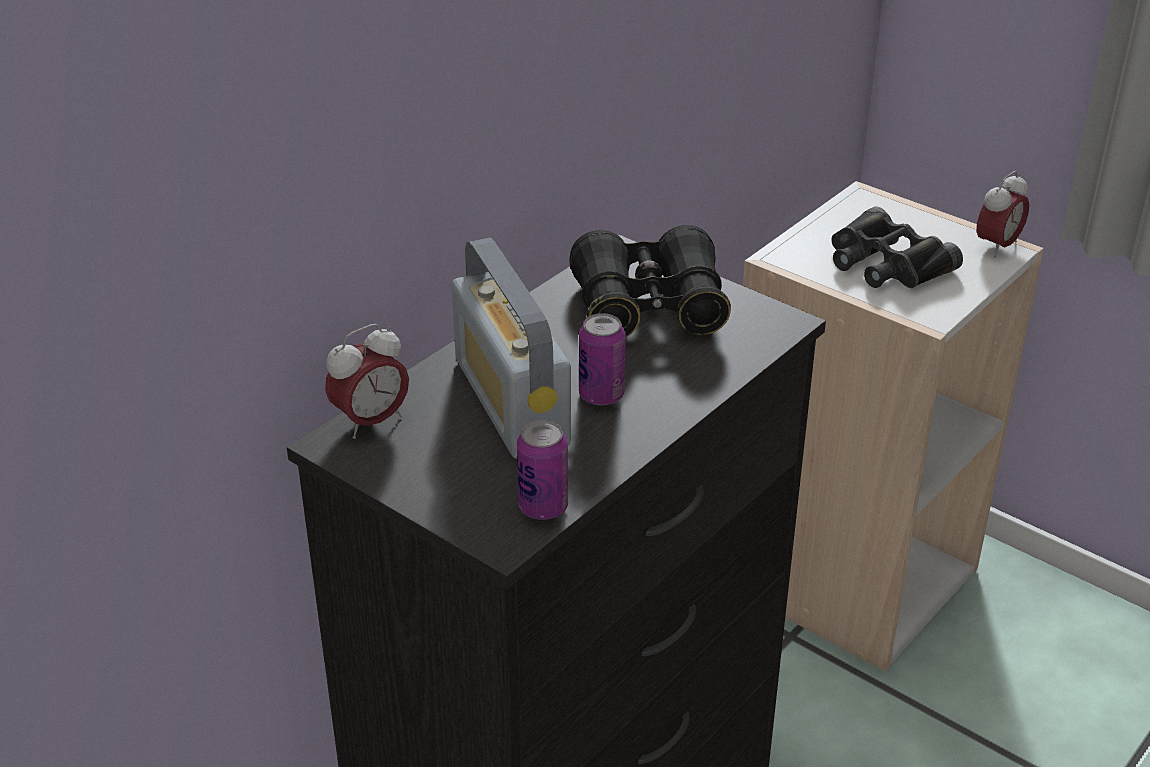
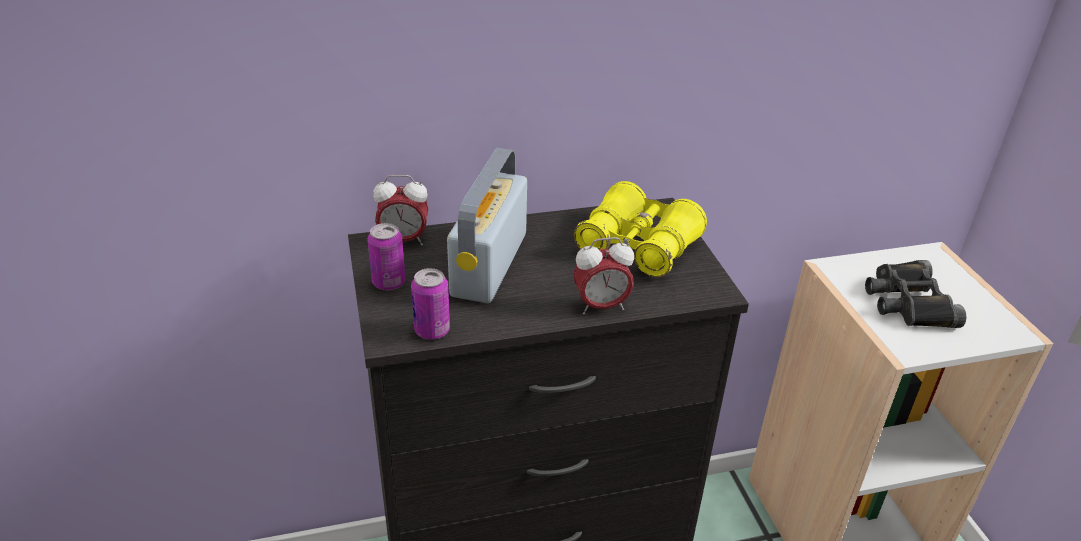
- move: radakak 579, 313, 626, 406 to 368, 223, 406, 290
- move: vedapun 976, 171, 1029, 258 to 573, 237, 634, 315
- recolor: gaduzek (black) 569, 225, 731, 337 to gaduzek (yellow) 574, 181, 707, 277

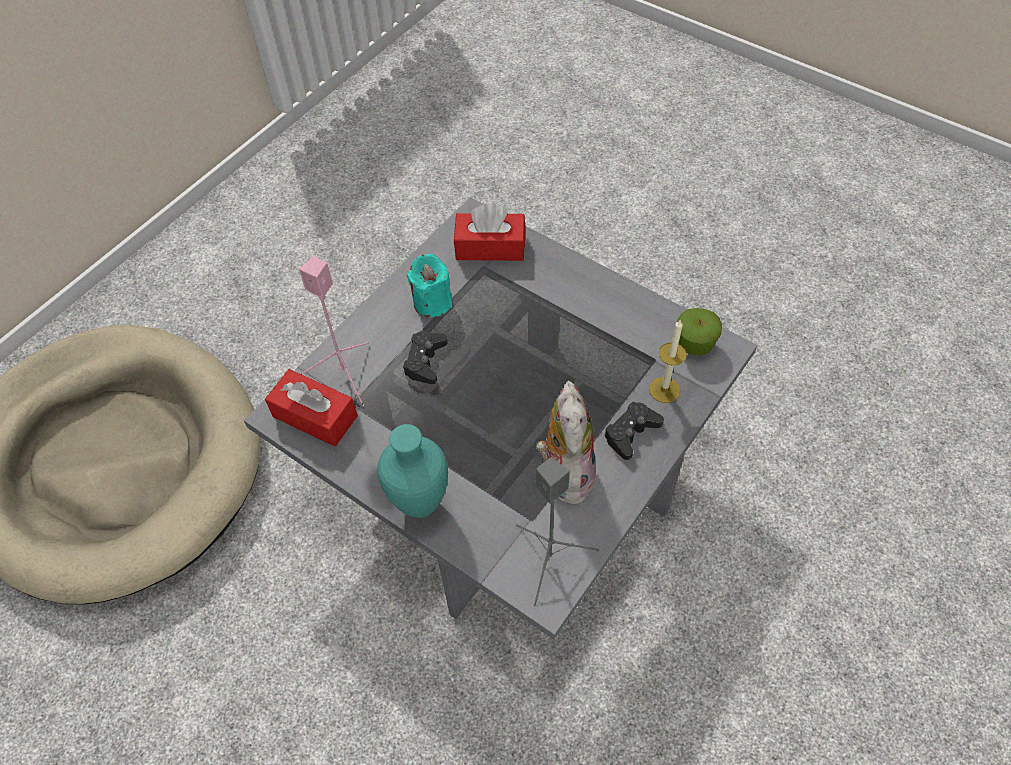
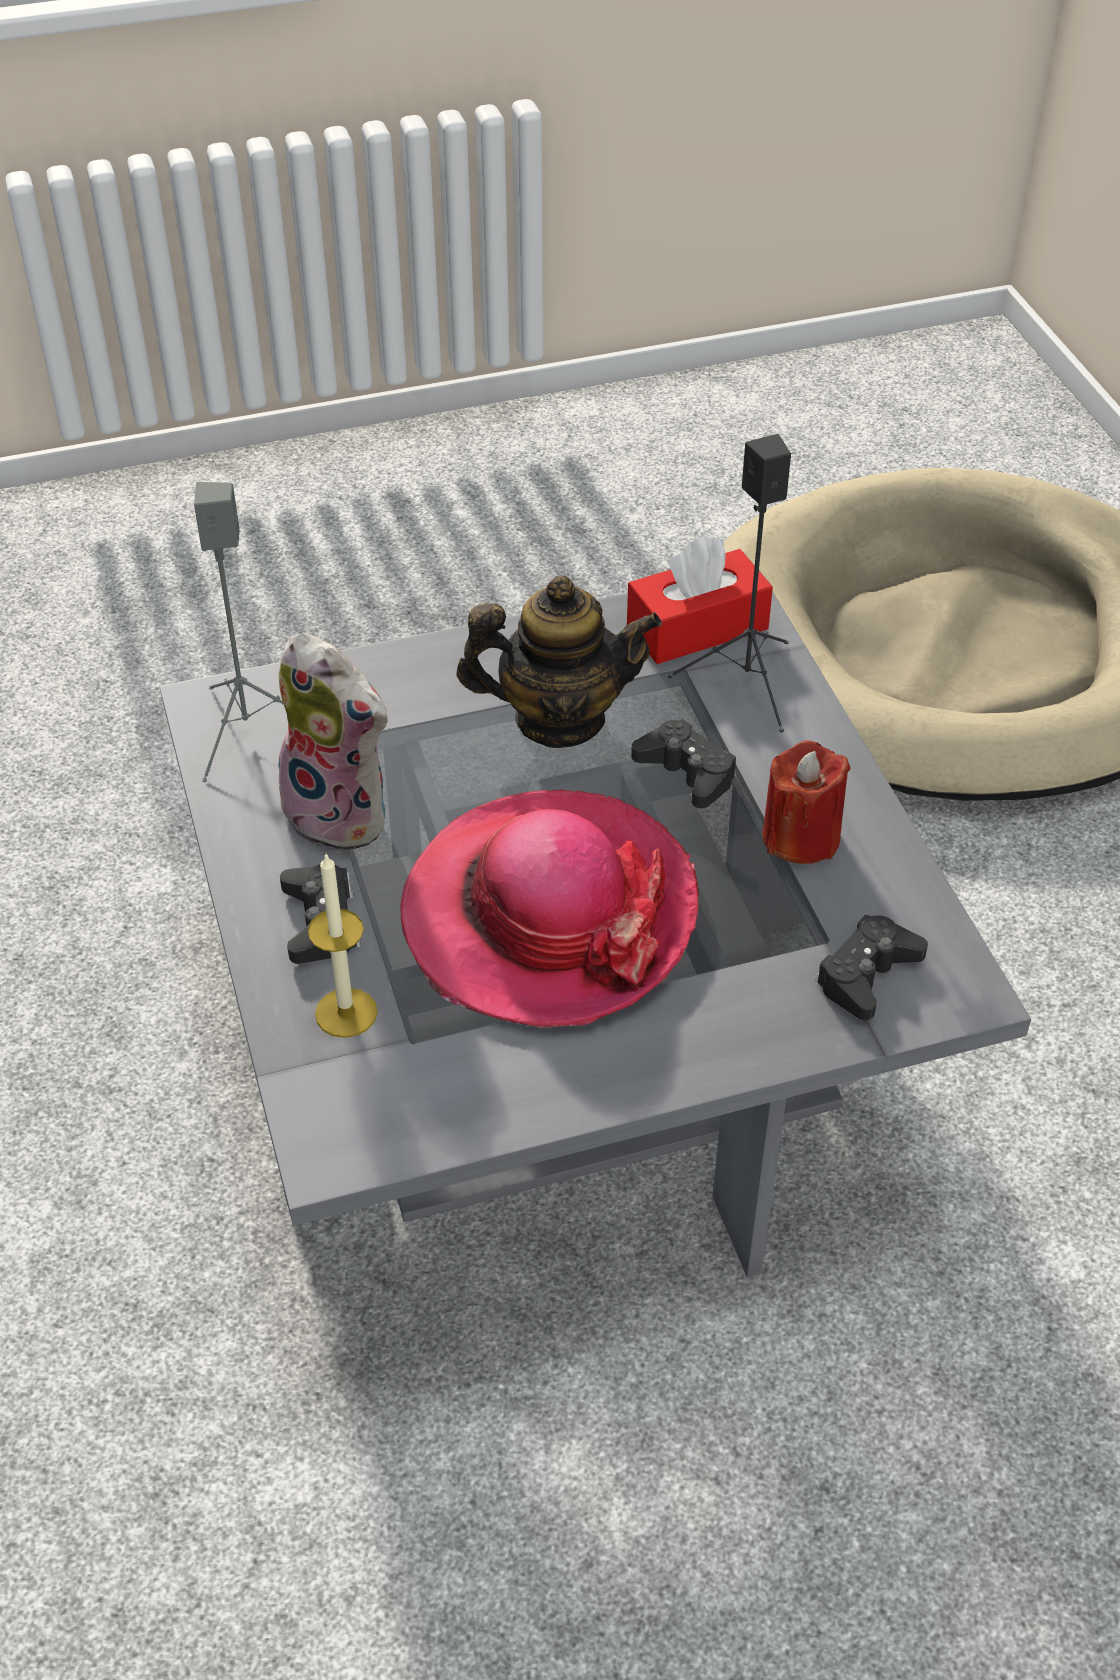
- insert: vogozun 400, 790, 699, 1028
- insert: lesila 457, 575, 662, 748
- recolor: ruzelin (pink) 299, 256, 370, 407 to ruzelin (black) 668, 434, 791, 733
- recolor: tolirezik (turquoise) 407, 254, 453, 318 to tolirezik (red) 762, 741, 851, 864
- replace: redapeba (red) 454, 203, 526, 261 to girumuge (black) 816, 915, 928, 1020
- delete: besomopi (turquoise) 377, 424, 448, 518
- delete: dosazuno 677, 308, 722, 356

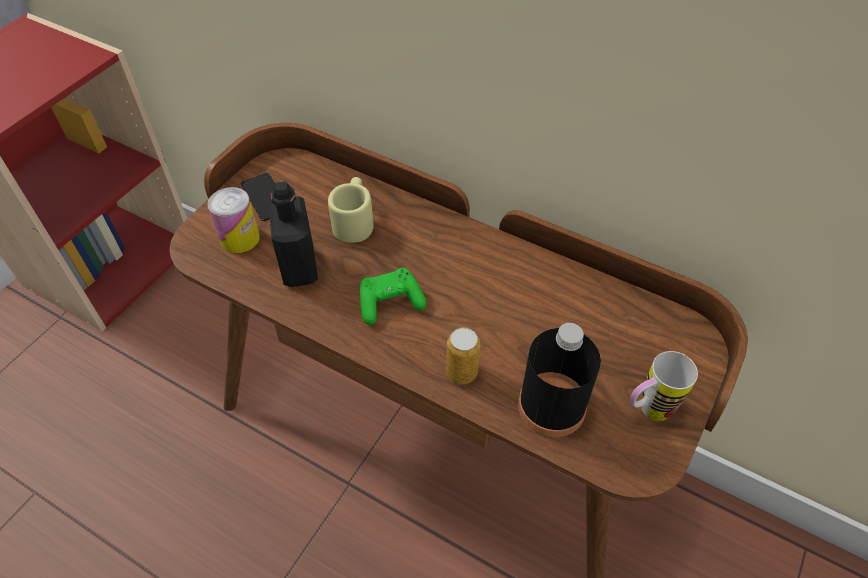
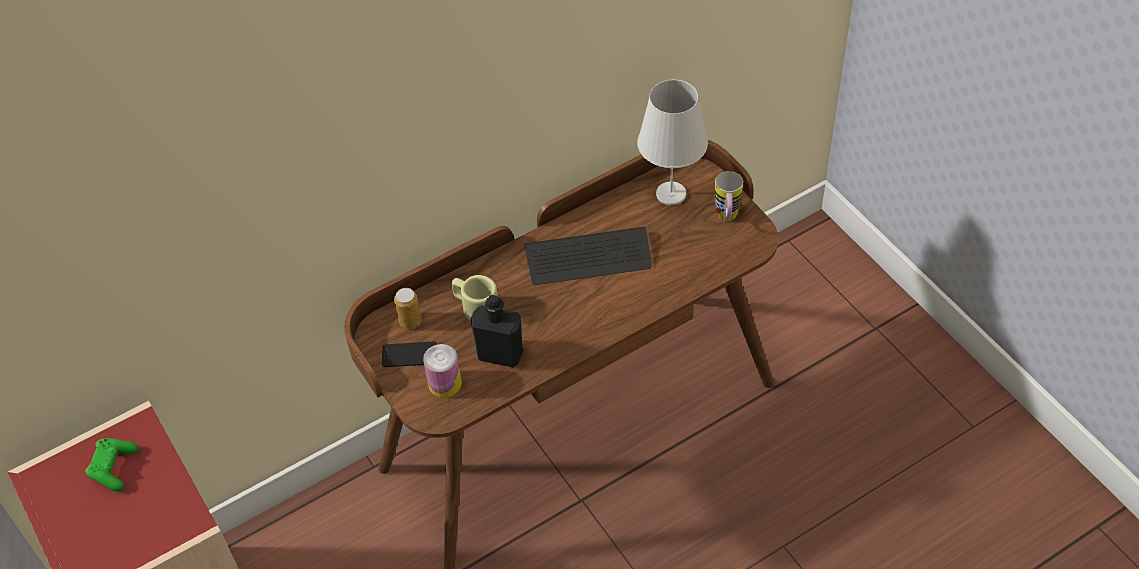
- move: girumuge (green) 360, 268, 427, 325 to 85, 438, 138, 491
- move: radakak 446, 328, 481, 384 to 394, 288, 421, 329
- insert: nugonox 524, 227, 652, 285
- insert: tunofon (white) 637, 80, 708, 205
- delete: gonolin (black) 518, 323, 601, 437

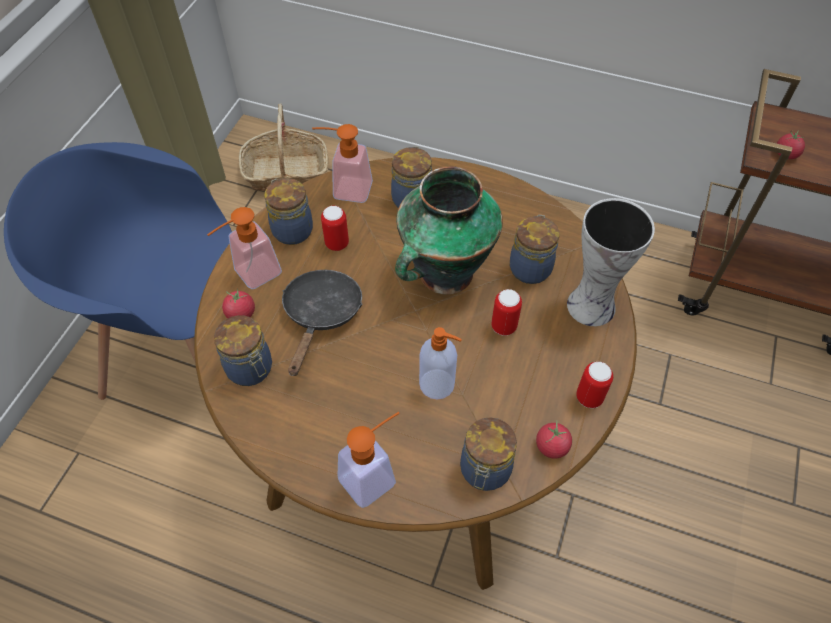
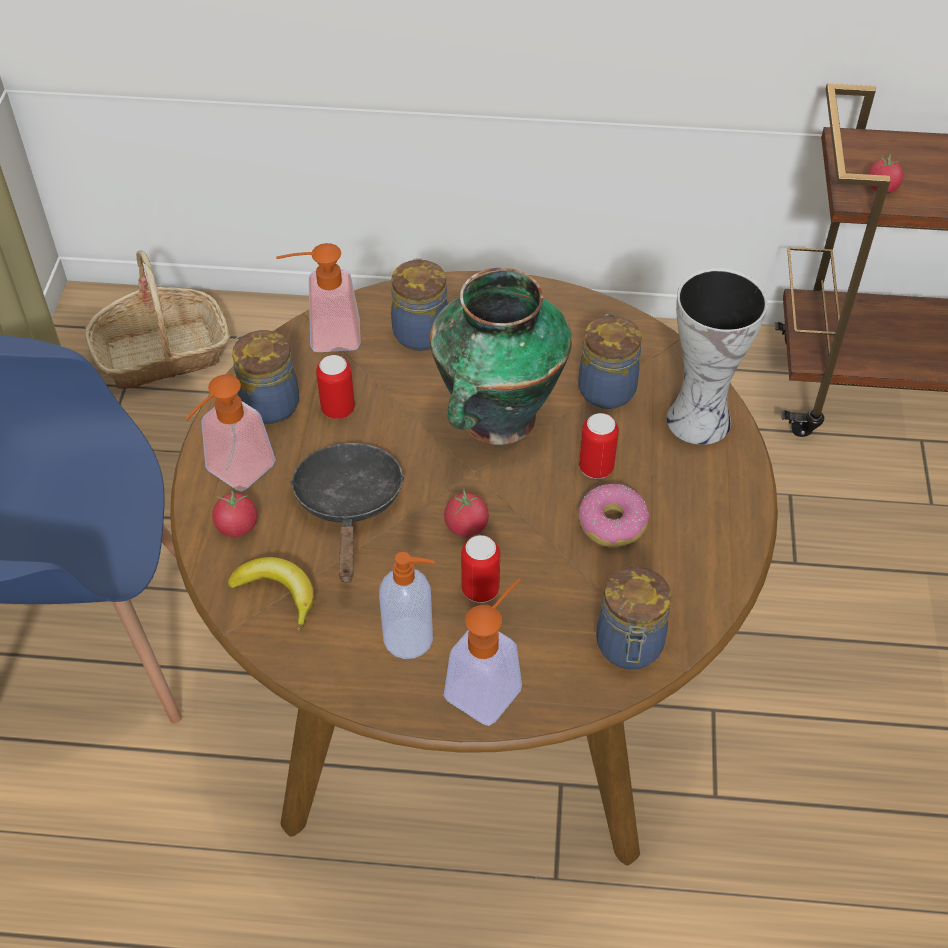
- replace: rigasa 214, 315, 272, 386 to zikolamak 228, 557, 314, 631
- move: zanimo 419, 327, 462, 400 to 379, 552, 435, 659
- move: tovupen 536, 421, 572, 459 to 444, 488, 489, 537
- move: radakak 576, 362, 613, 408 to 461, 535, 500, 603
- insert: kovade 578, 484, 650, 547

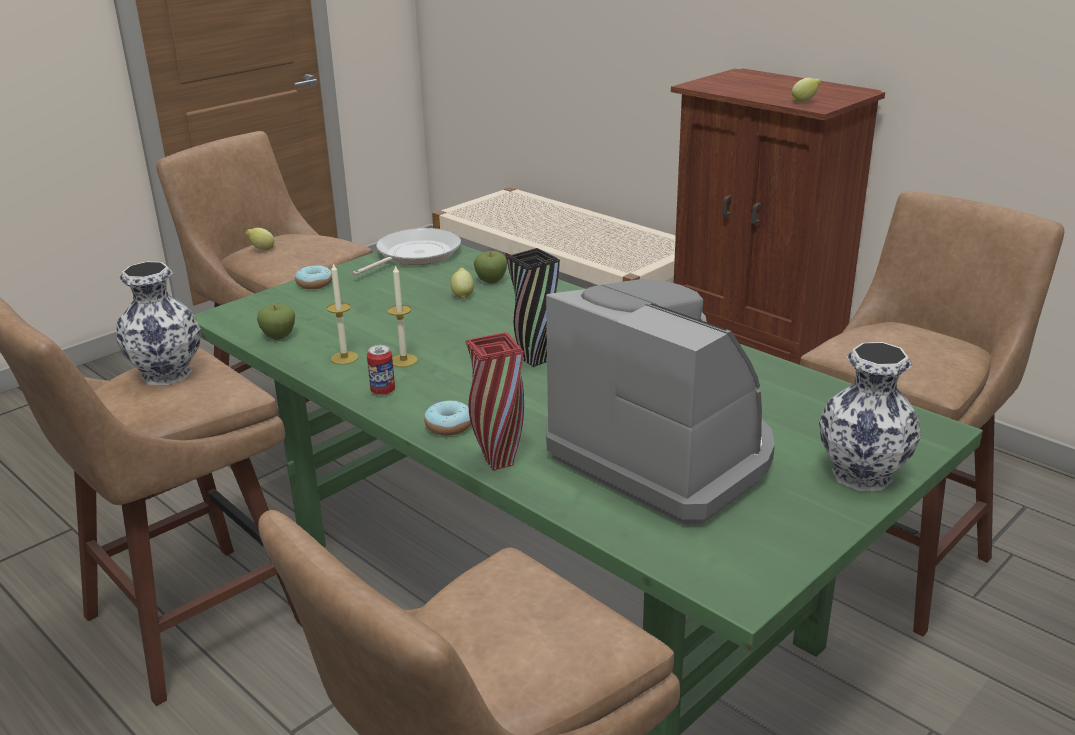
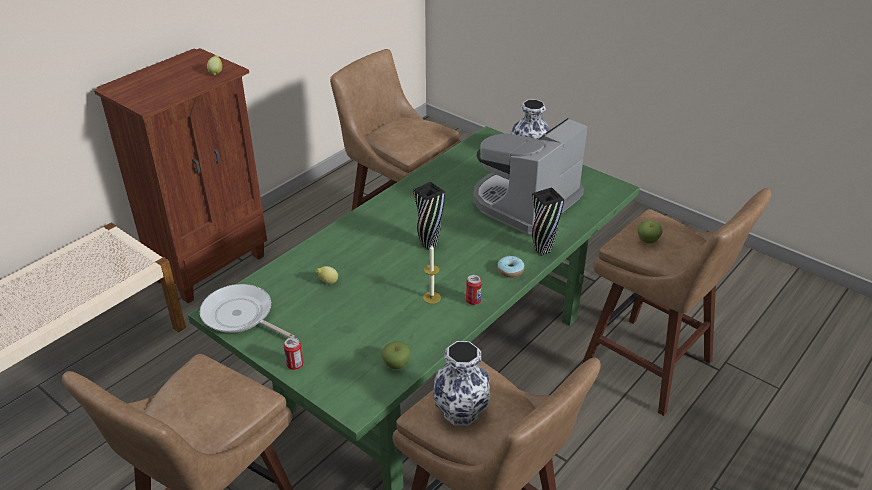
- replace: kovade 295, 265, 332, 289 to radakak 284, 337, 304, 370
- recolor: besomopi (red) 465, 332, 524, 470 to besomopi (black) 532, 187, 564, 256
- move: dosazuno 474, 251, 507, 284 to 637, 221, 662, 244
- delete: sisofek 246, 228, 274, 251
- delete: tolirezik 327, 262, 358, 365

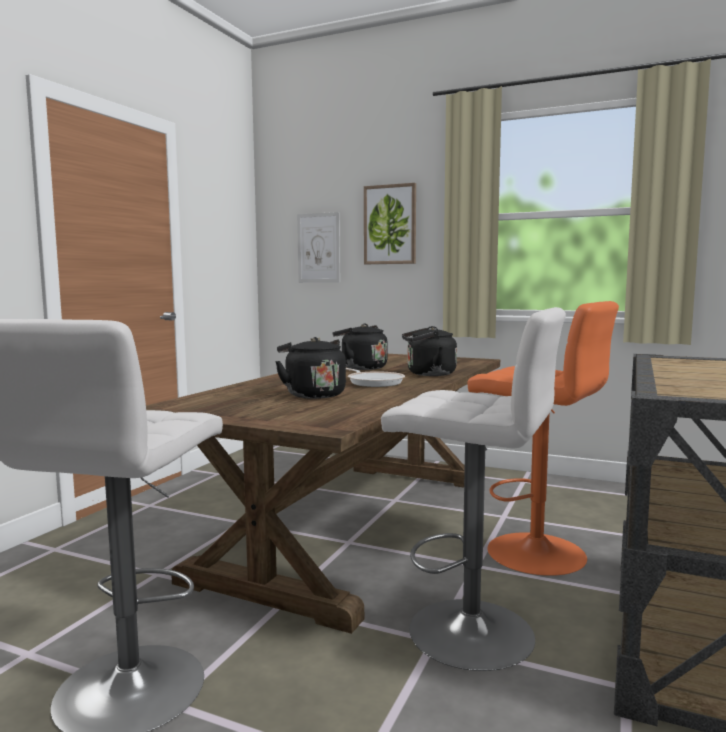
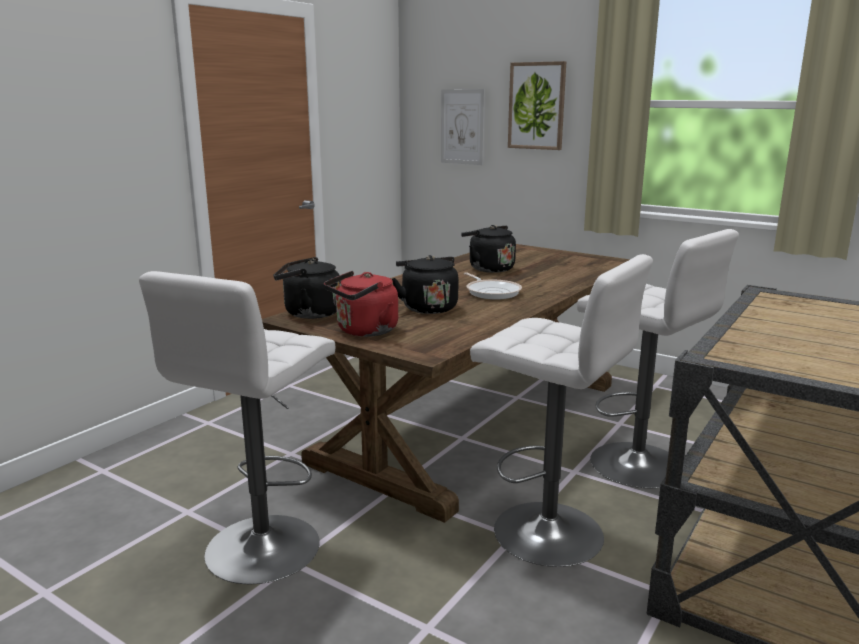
- move: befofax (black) 402, 326, 457, 376 to 273, 257, 341, 319
- insert: befofax (red) 324, 271, 398, 337
- recolor: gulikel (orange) 467, 301, 619, 576 to gulikel (white) 577, 229, 739, 488

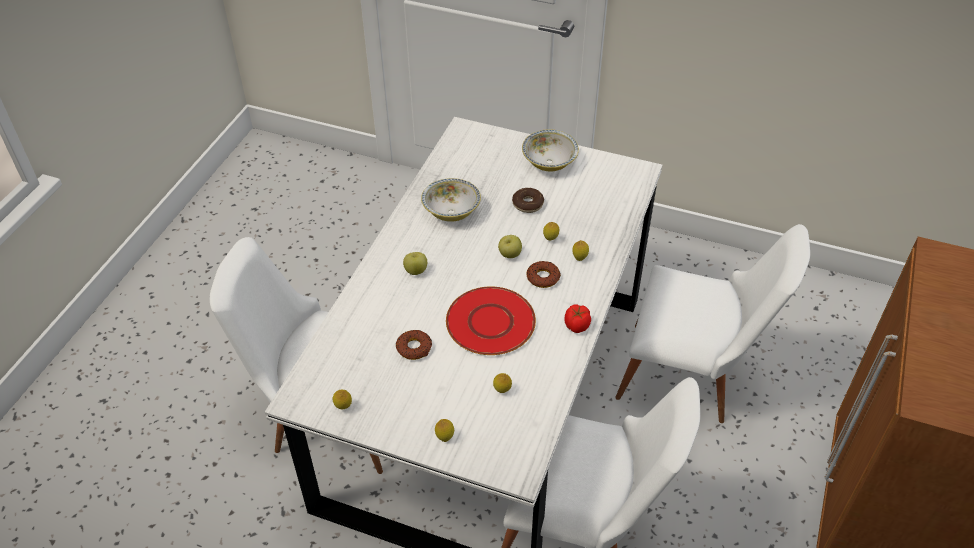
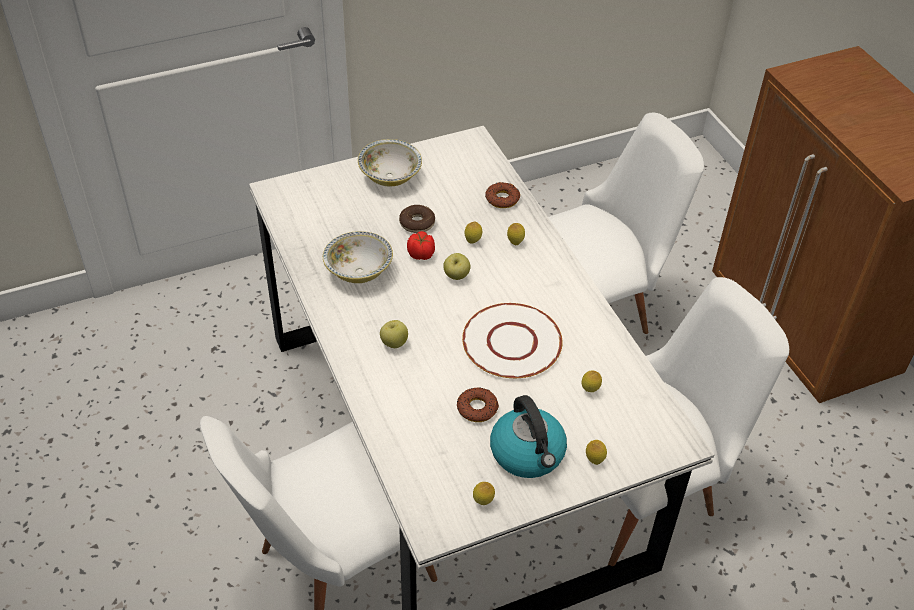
- move: tovupen 565, 305, 591, 333 to 407, 231, 435, 260
- recolor: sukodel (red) 446, 287, 536, 355 to sukodel (white) 462, 303, 563, 378
- move: kovade 526, 261, 561, 288 to 485, 182, 520, 208
- insert: befofax 490, 395, 567, 478

